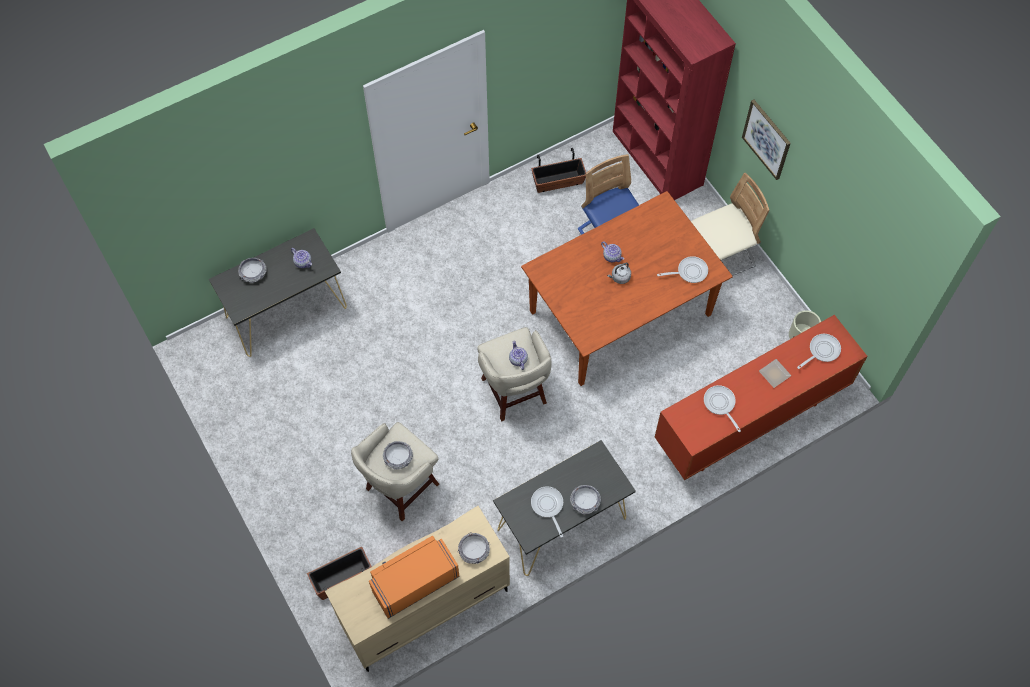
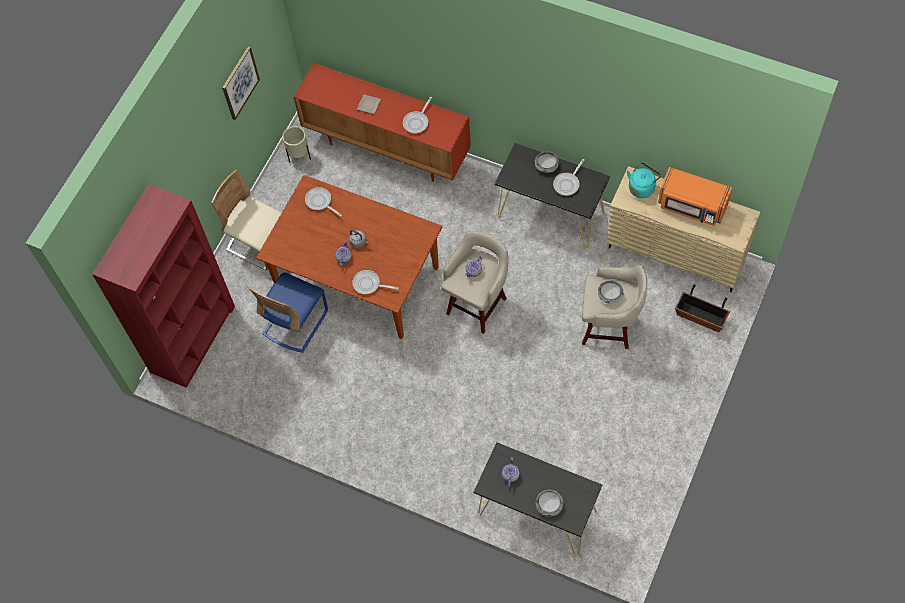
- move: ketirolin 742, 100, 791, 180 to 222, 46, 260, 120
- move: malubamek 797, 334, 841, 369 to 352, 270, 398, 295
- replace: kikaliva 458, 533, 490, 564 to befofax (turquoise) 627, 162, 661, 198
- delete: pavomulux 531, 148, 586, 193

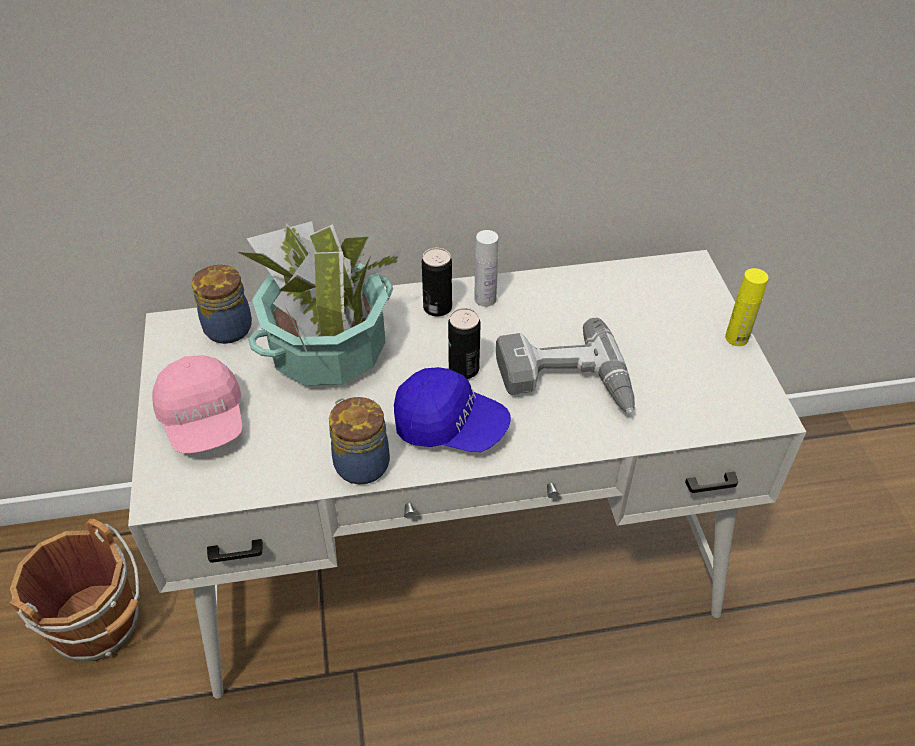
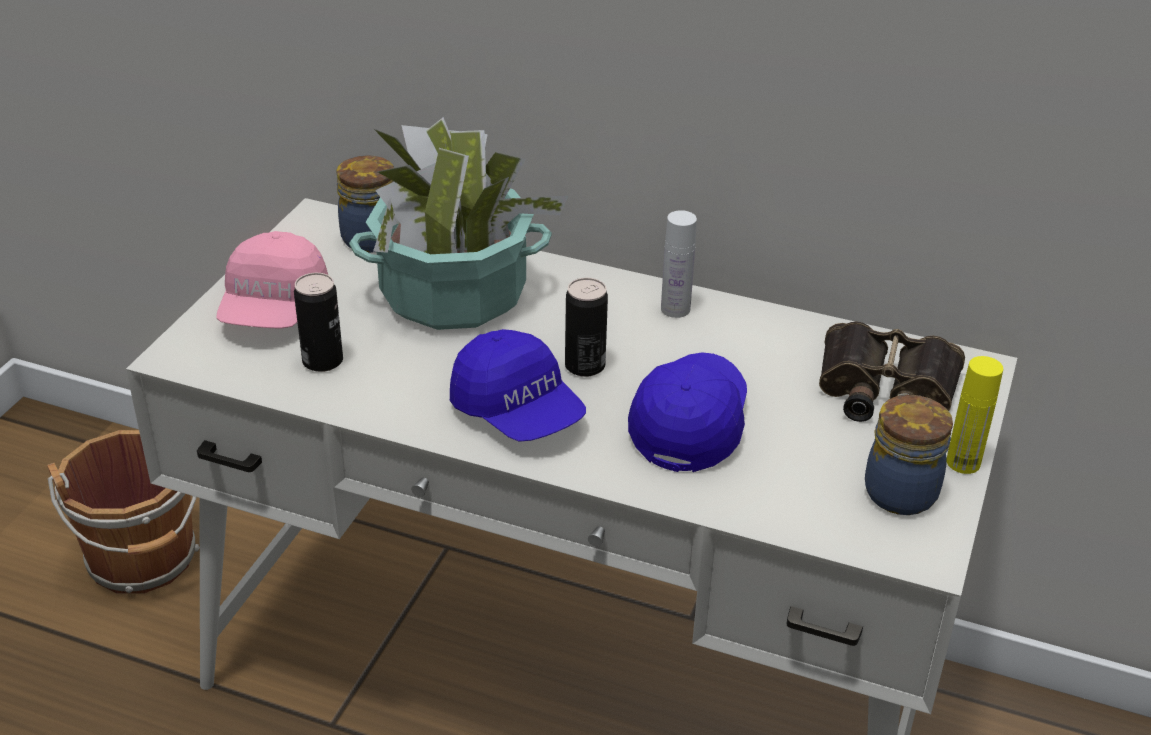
- move: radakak 422, 248, 452, 316 to 294, 273, 343, 372
- replace: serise 496, 318, 635, 414 to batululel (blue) 628, 352, 747, 472
- insert: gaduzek 819, 321, 965, 422
- move: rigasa 329, 397, 390, 485 to 865, 394, 953, 515

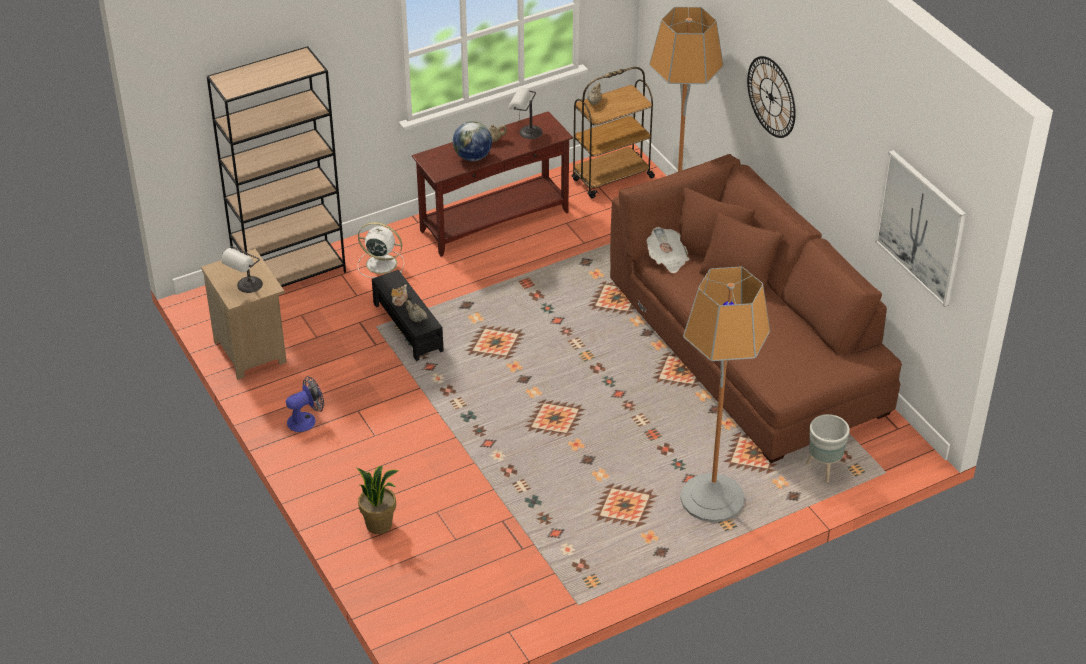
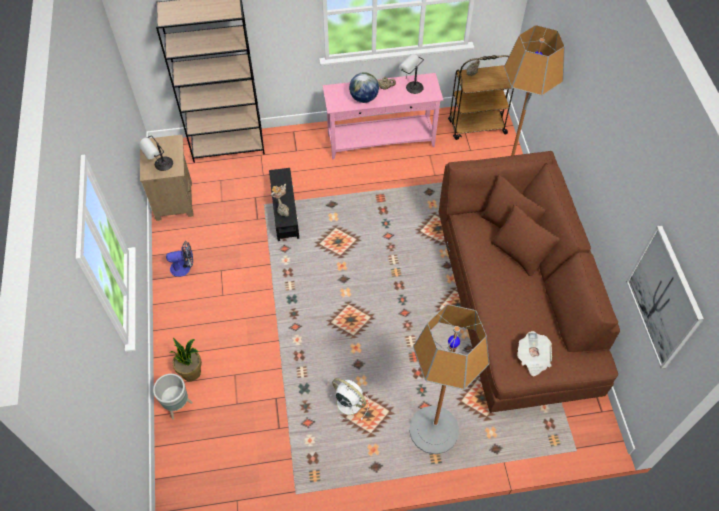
- move: pavomulux (grey) 806, 414, 850, 483 to 153, 374, 193, 419
- recolor: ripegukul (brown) 412, 111, 573, 257 to ripegukul (pink) 323, 73, 443, 159
- move: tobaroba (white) 358, 222, 404, 278 to 330, 378, 369, 420
- move: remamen 647, 227, 689, 273 to 517, 331, 552, 376
- delete: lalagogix 747, 56, 796, 138

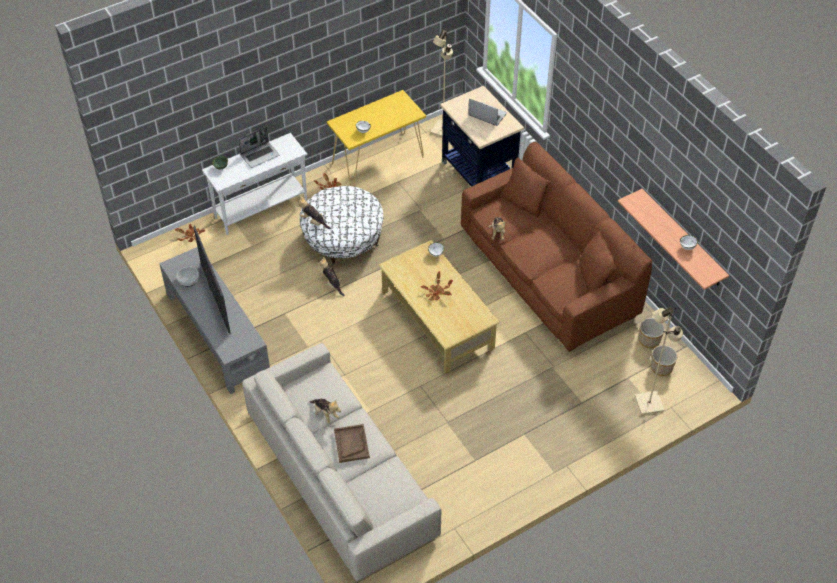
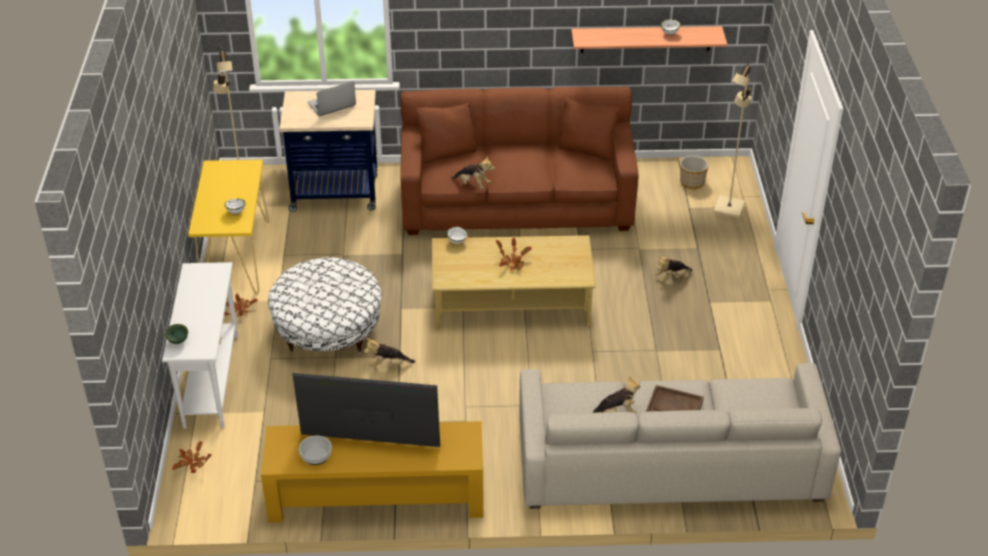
- recolor: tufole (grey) 159, 247, 270, 394 to tufole (yellow) 261, 421, 484, 523
- move: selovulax 296, 196, 331, 229 to 655, 256, 692, 283
- delete: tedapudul 238, 127, 279, 168
- delete: pavomulux 639, 318, 665, 348

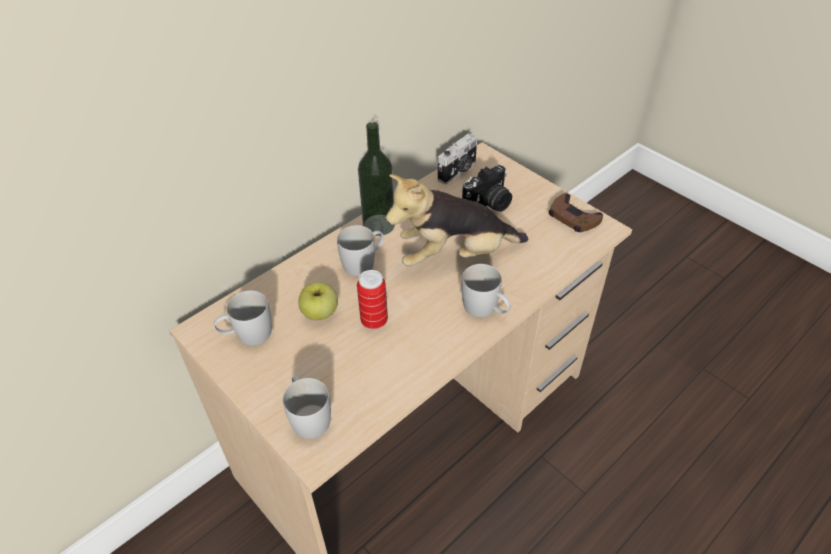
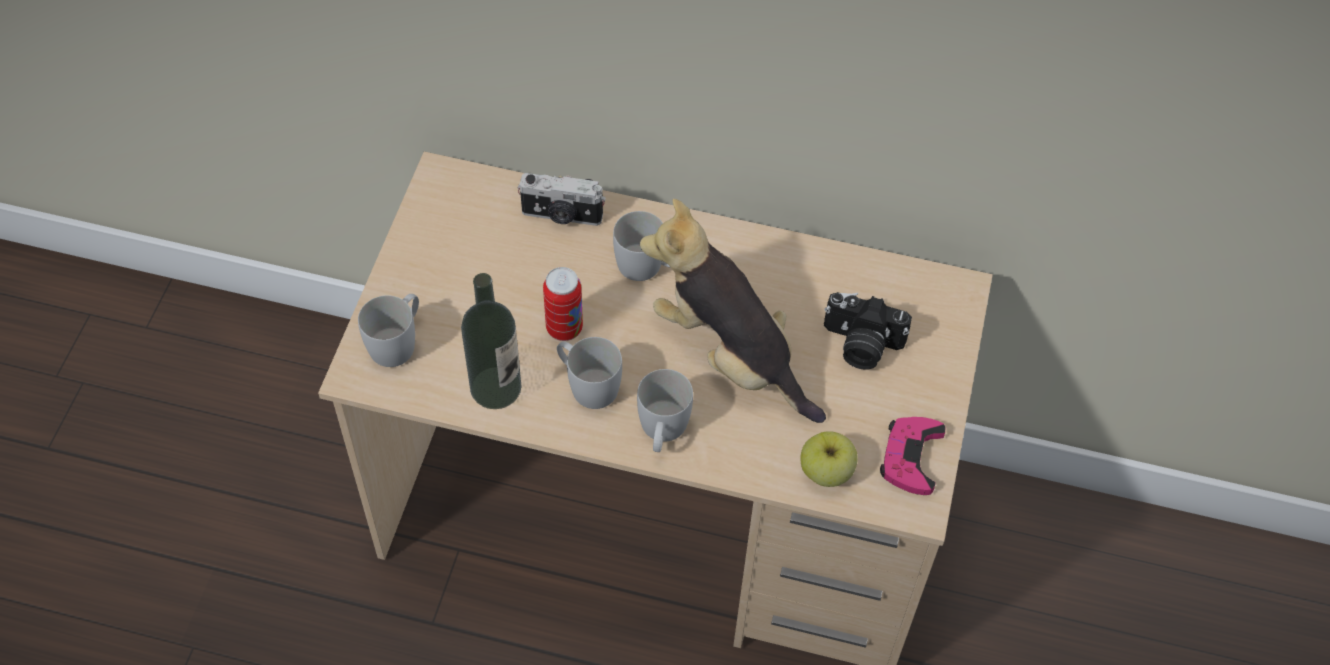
- move: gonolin 358, 122, 395, 236 to 461, 273, 521, 409
- move: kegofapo 438, 134, 477, 184 to 517, 173, 606, 226
- move: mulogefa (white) 214, 291, 272, 345 to 557, 337, 622, 409
- move: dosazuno 298, 282, 338, 320 to 800, 431, 858, 487
- recolor: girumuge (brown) 549, 193, 603, 232 to girumuge (pink) 880, 417, 945, 495

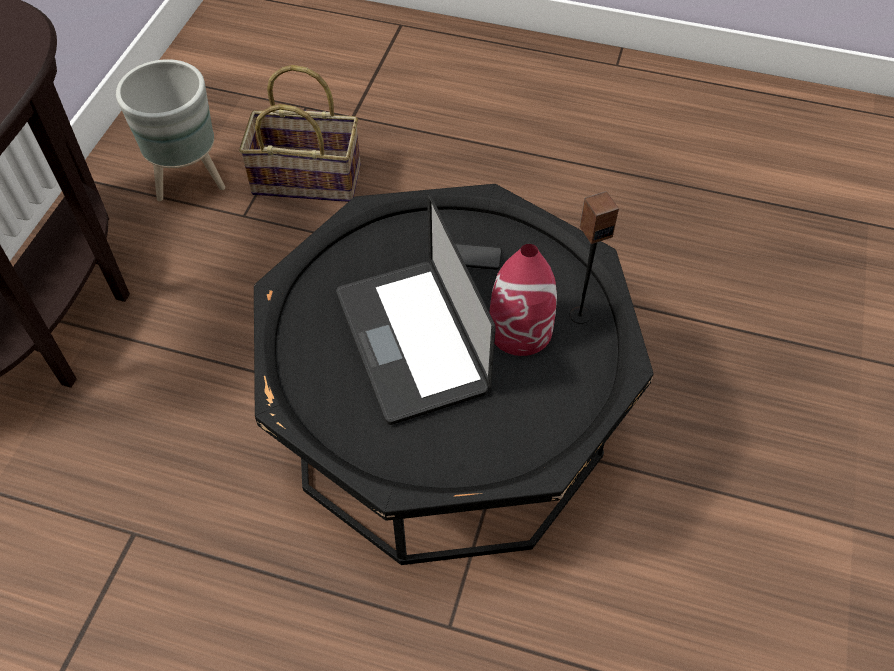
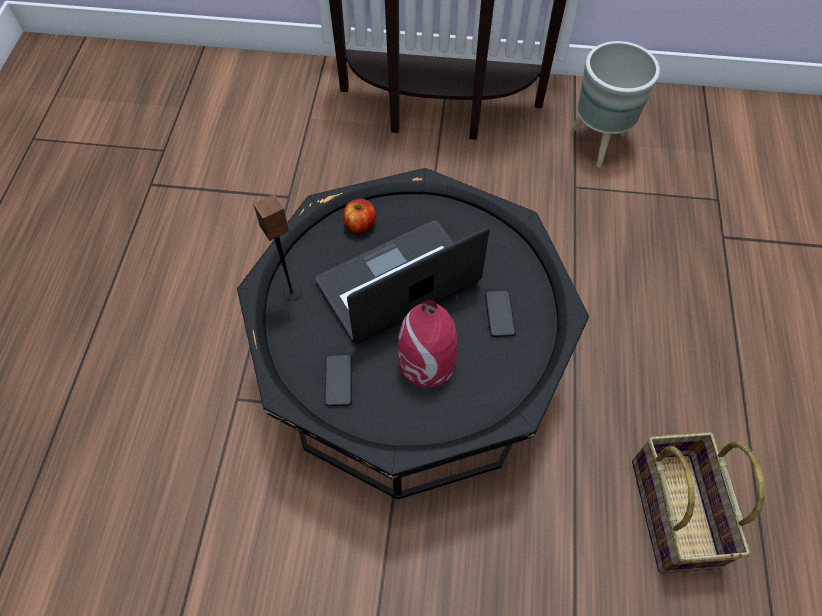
- move: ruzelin 570, 191, 619, 324 to 253, 195, 301, 301
- insert: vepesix 325, 354, 352, 406
- insert: dosazuno 343, 199, 376, 233
- move: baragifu 239, 65, 361, 202 to 632, 431, 765, 573

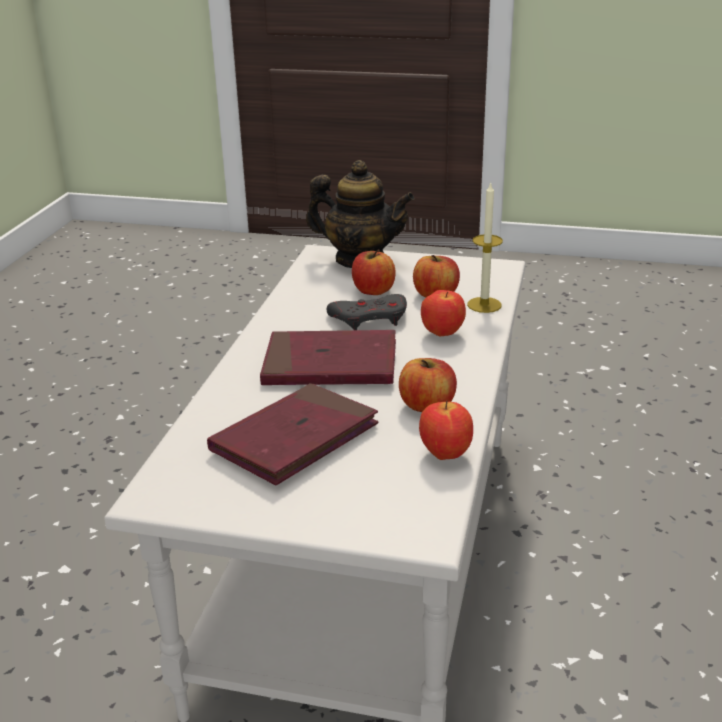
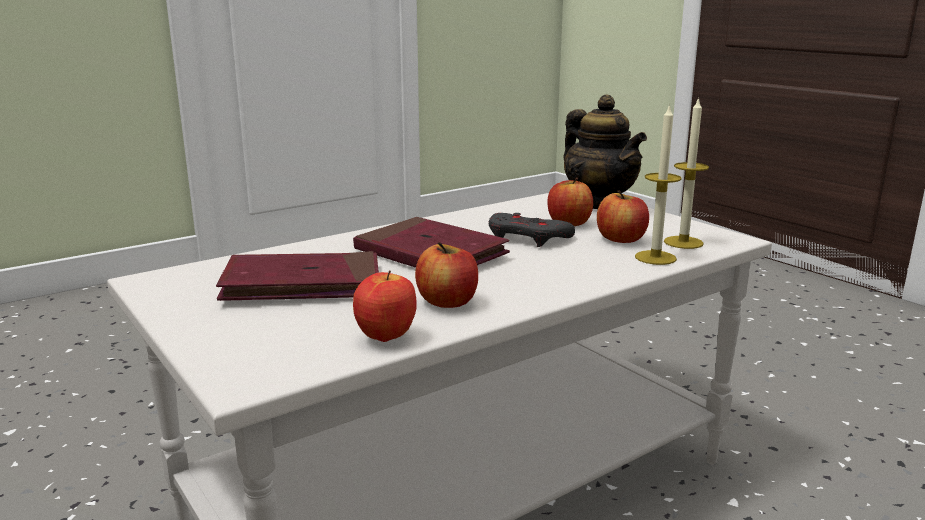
- insert: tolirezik 664, 97, 709, 249
- delete: dosazuno 421, 290, 466, 336

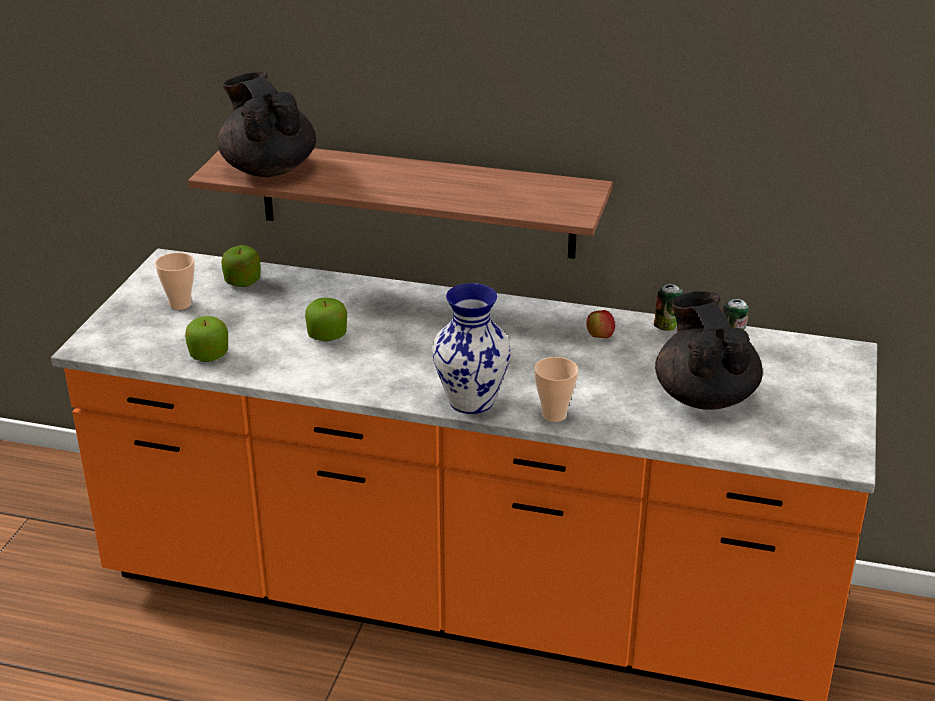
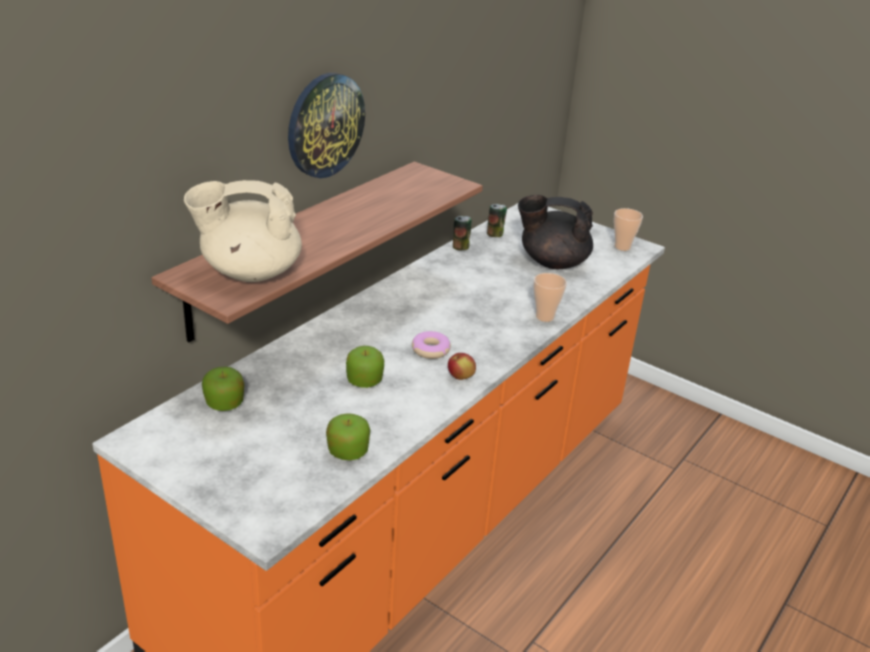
- recolor: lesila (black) 217, 71, 316, 177 to lesila (beige) 184, 180, 302, 282
- insert: lalagogix 288, 73, 365, 178
- insert: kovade 412, 331, 451, 359
- move: dosazuno 587, 310, 615, 338 to 448, 353, 476, 380
- move: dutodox 155, 253, 195, 310 to 614, 208, 643, 251
- delete: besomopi 432, 283, 511, 414

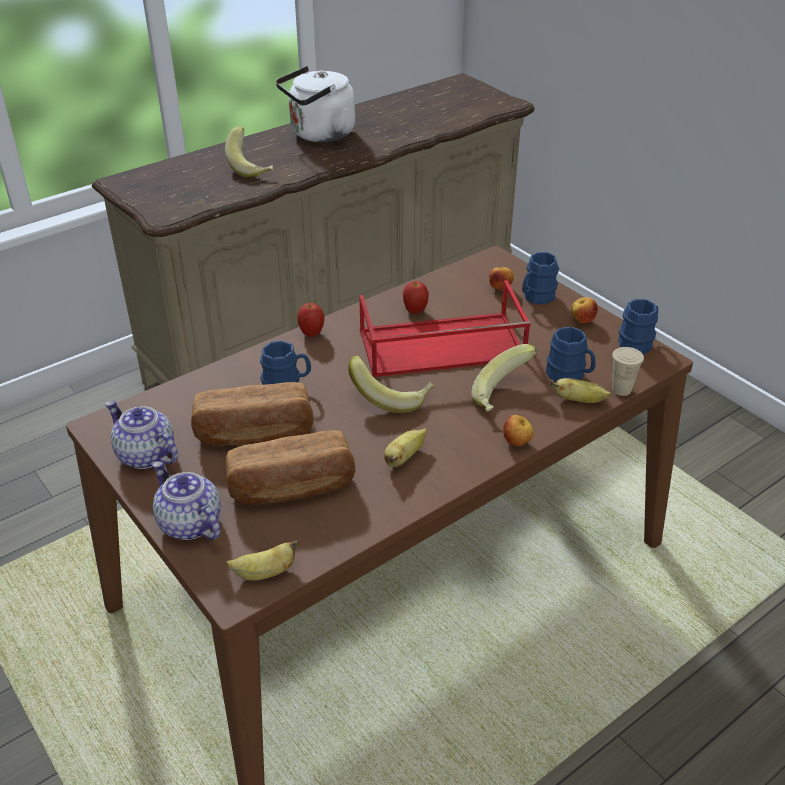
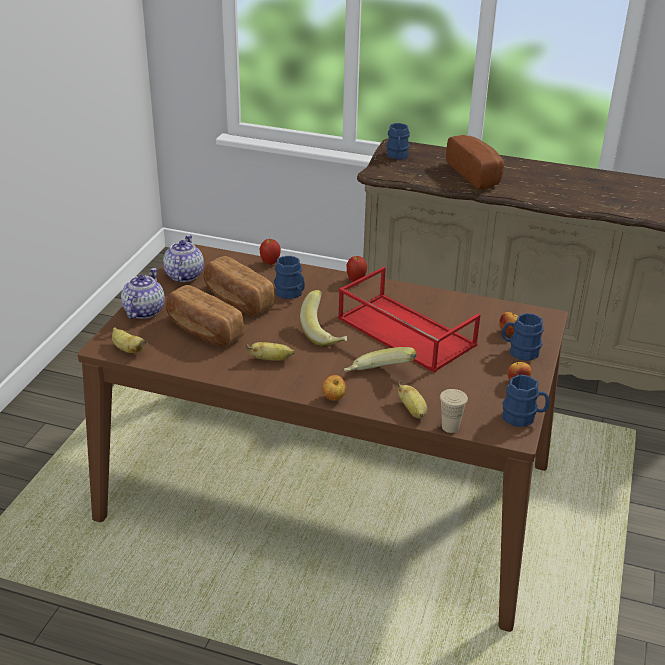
- move: dosazuno 403, 281, 429, 314 to 260, 239, 281, 265
- move: mulogefa (blue) 546, 327, 596, 382 to 386, 123, 410, 159
- replace: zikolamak 225, 126, 273, 178 to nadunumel 446, 135, 504, 190
- delete: befofax (white) 276, 66, 355, 142

